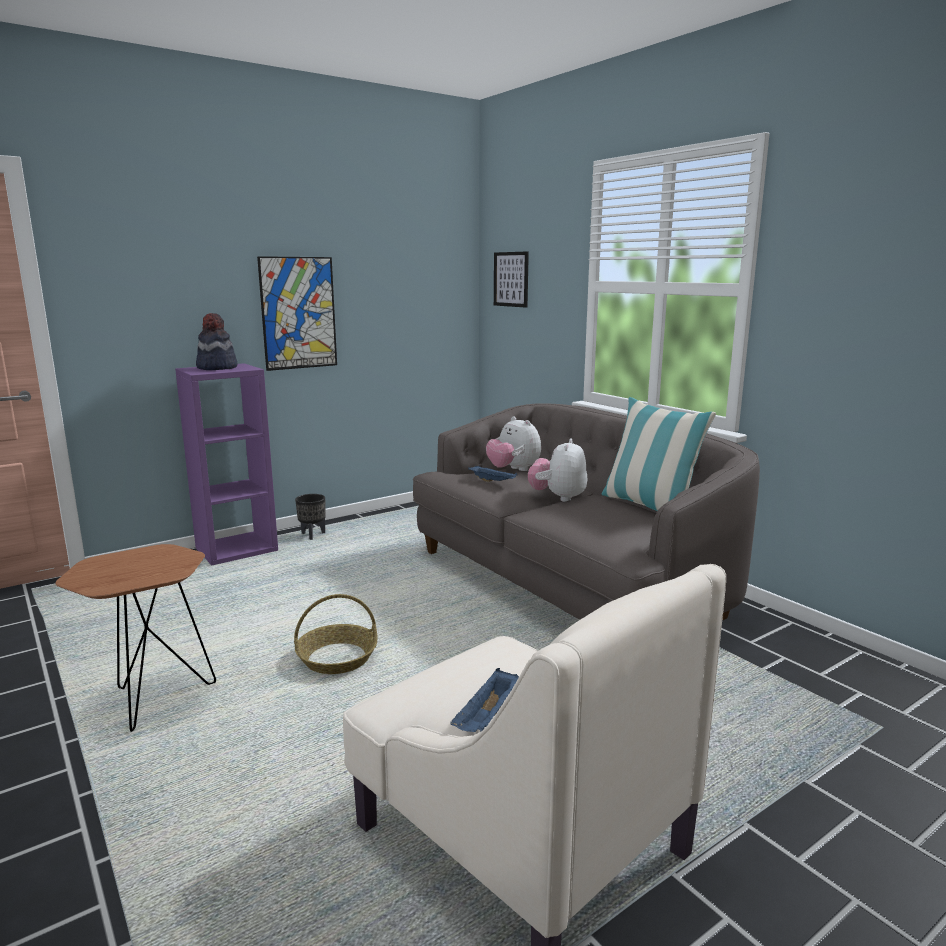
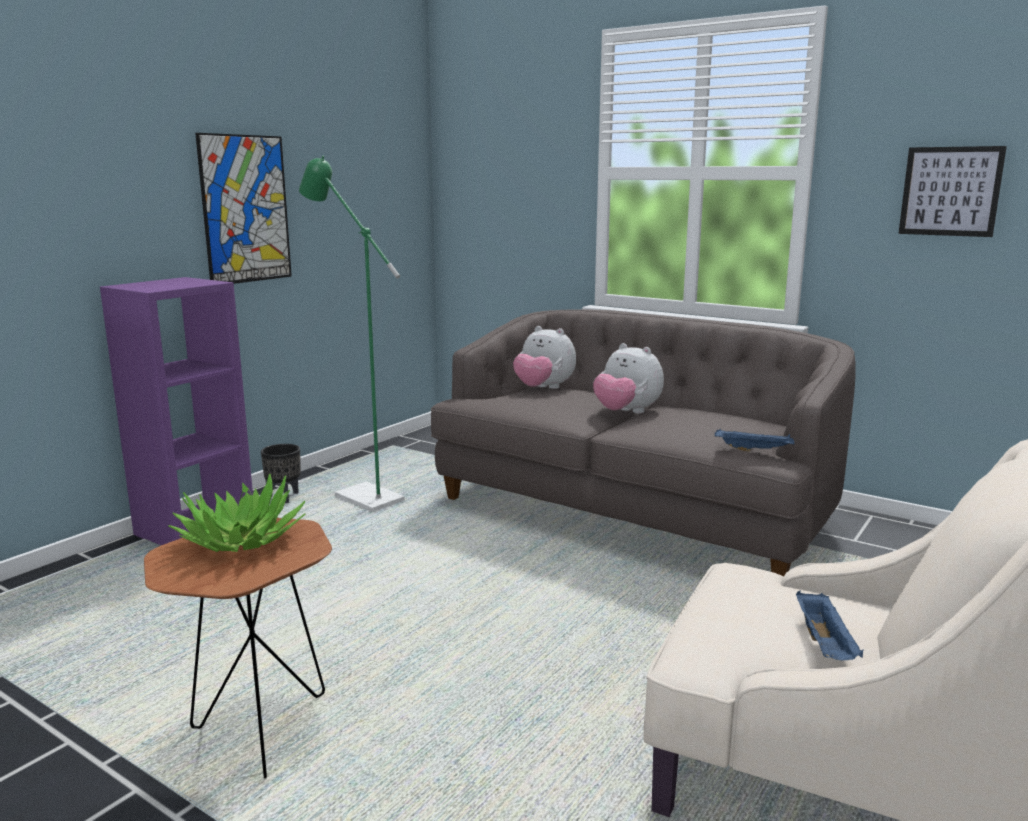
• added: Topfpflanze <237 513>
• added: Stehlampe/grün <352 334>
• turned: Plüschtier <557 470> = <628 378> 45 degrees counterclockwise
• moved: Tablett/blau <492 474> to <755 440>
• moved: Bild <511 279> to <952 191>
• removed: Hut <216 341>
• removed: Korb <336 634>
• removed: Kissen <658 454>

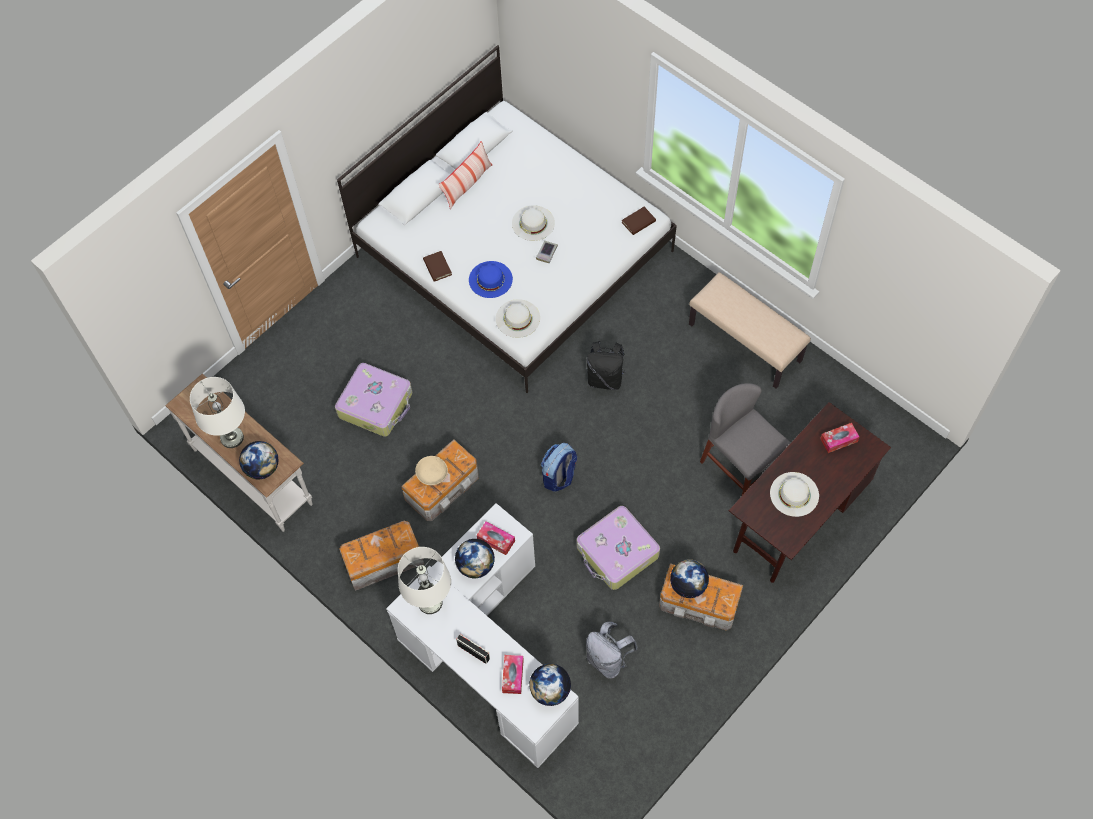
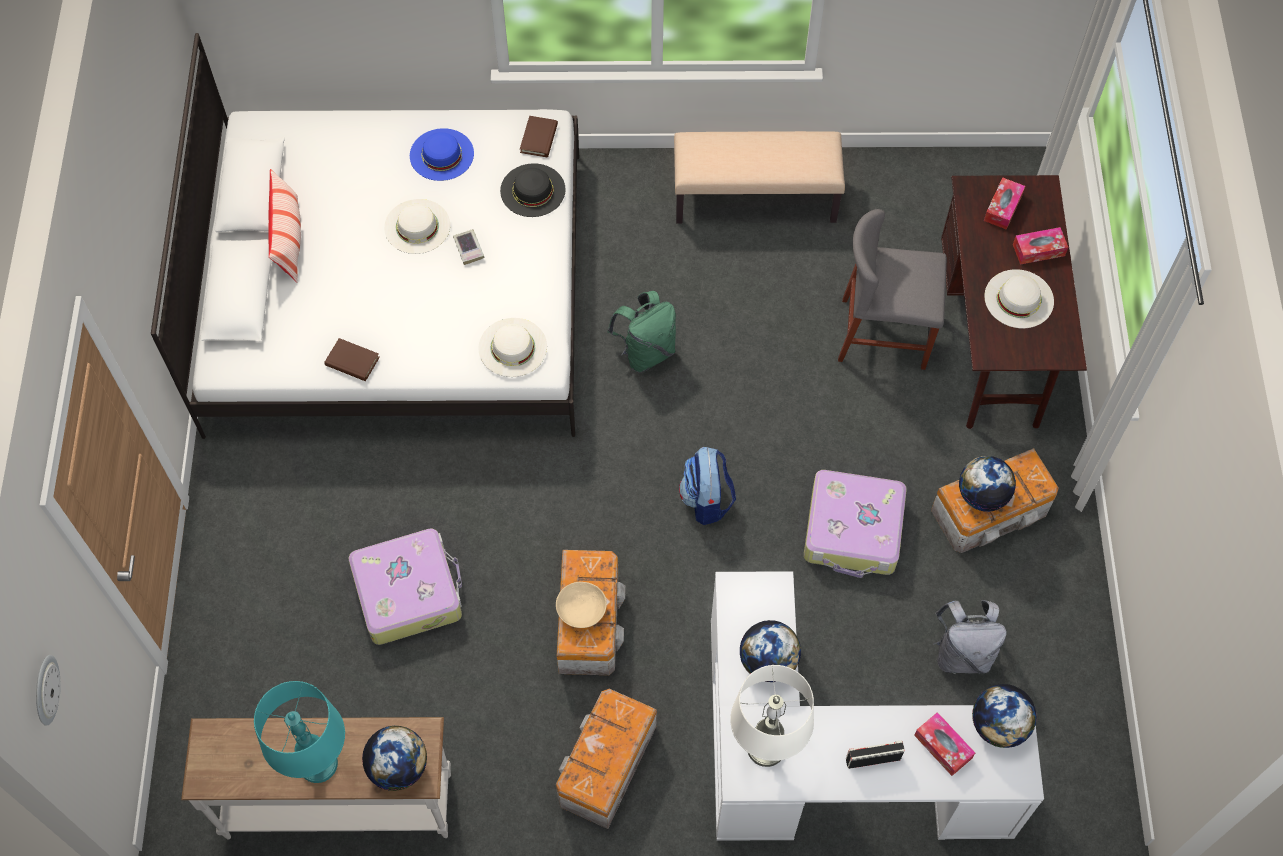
• added: Wanduhr <48 690>
• recoloured: Tischlampe/weiß <217 412> to Tischlampe/türkis <299 732>
• moved: Hut/blau <491 279> to <442 154>
• added: Hut/schwarz <533 190>
• recoloured: Rucksack/schwarz <606 365> to Rucksack/grün <641 332>
• moved: Taschentuchbox <496 538> to <1040 246>

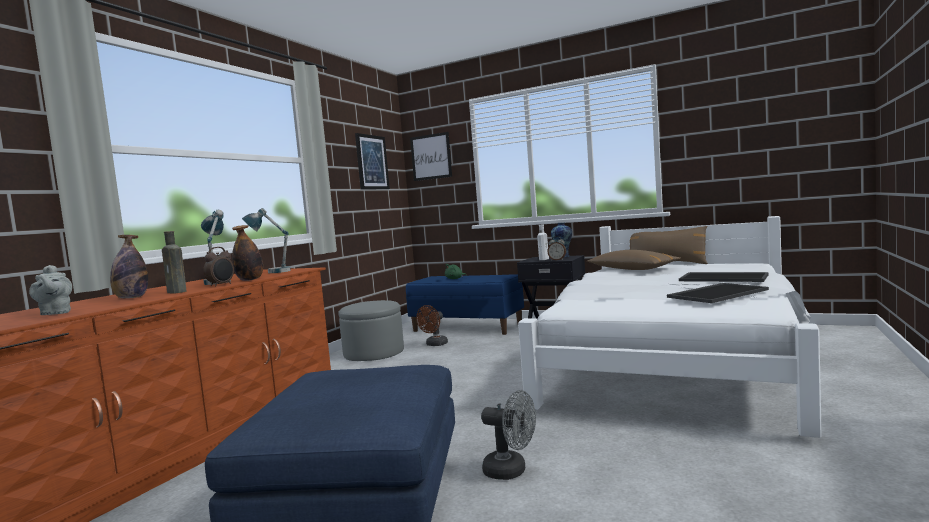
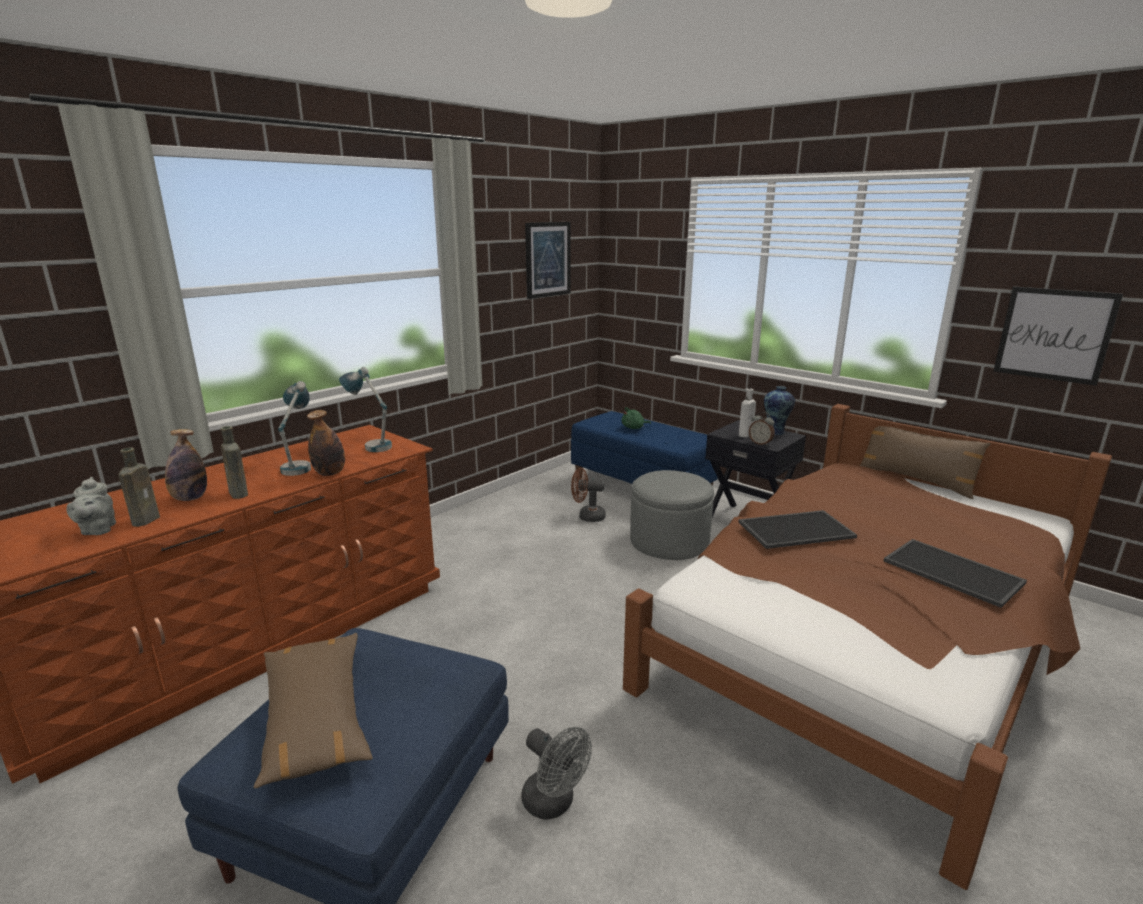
• added: Flasche/braun <139 487>
• moved: Kissen/braun <634 260> to <313 710>
• turned: Ventilator/braun <432 325> = <588 495> 45 degrees clockwise
• recoloured: Bett/weiß <670 327> to Bett/braun <867 647>
• moved: Polsterhocker/grau <371 330> to <672 515>
• moved: Tablett <718 293> to <798 529>
• moved: Bild <431 156> to <1058 336>
• removed: Wecker <218 267>

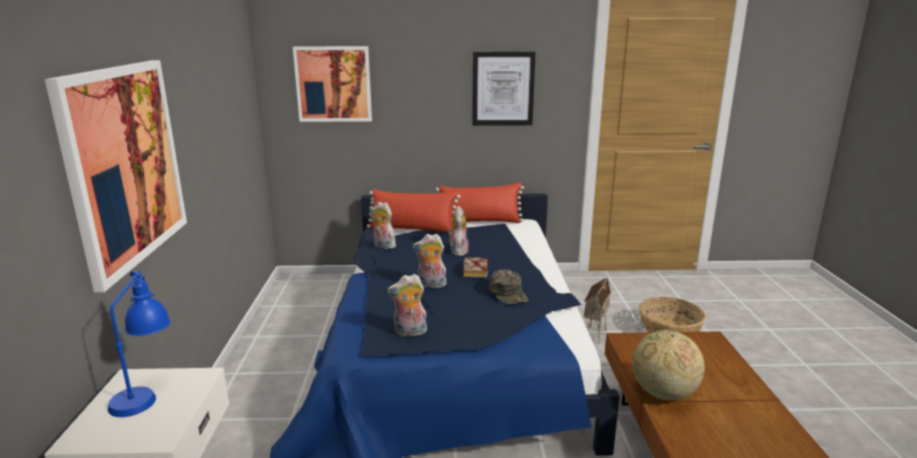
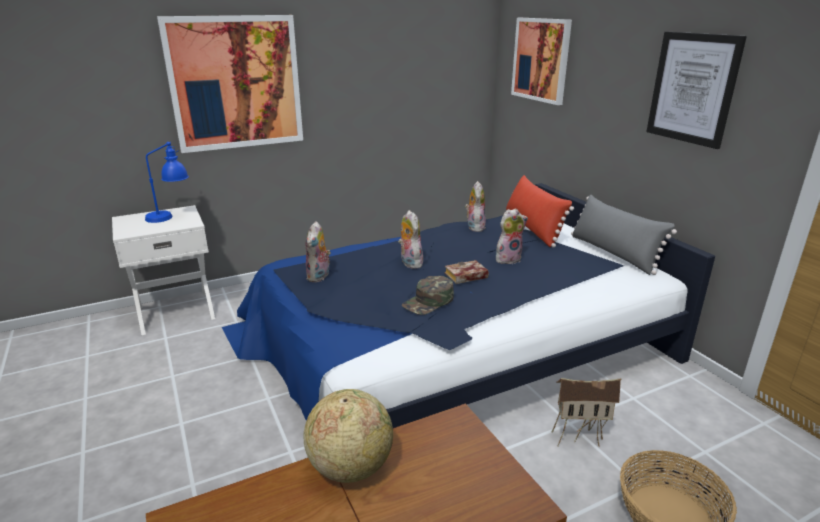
• turned: Plüschtier <407 306> = <318 251> 135 degrees counterclockwise
• recoloured: Kissen/rot <480 202> to Kissen/grau <624 234>

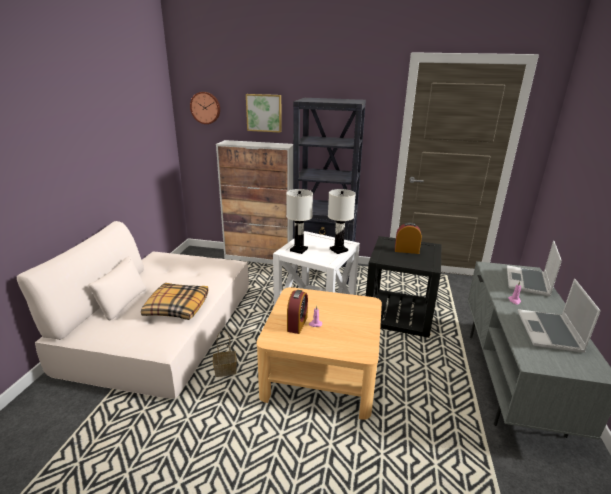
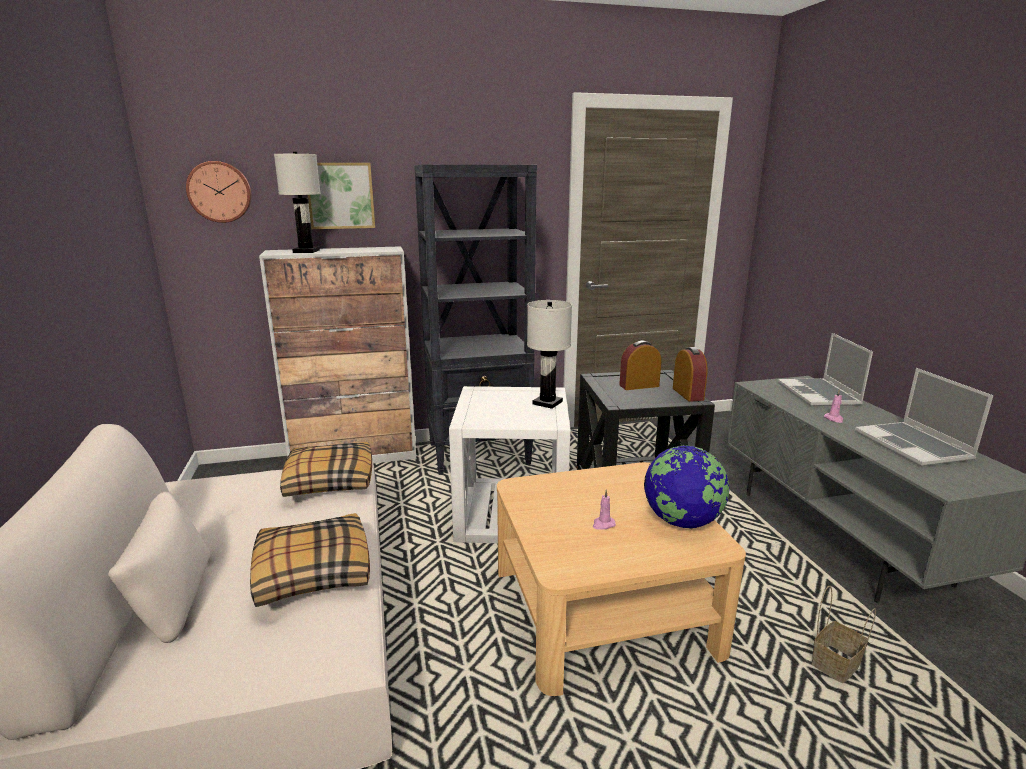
• moved: Tischlampe/weiß <299 221> to <297 202>
• added: Kissen <326 469>
• added: Globus <687 487>
• moved: Wecker <297 312> to <690 374>
• moved: Korb <225 353> to <843 634>

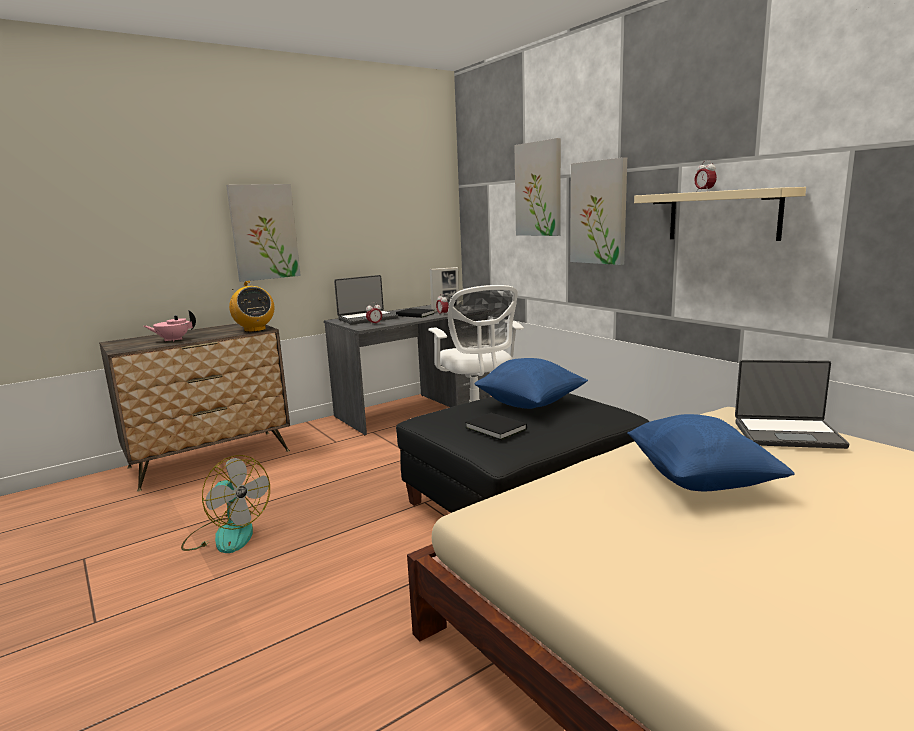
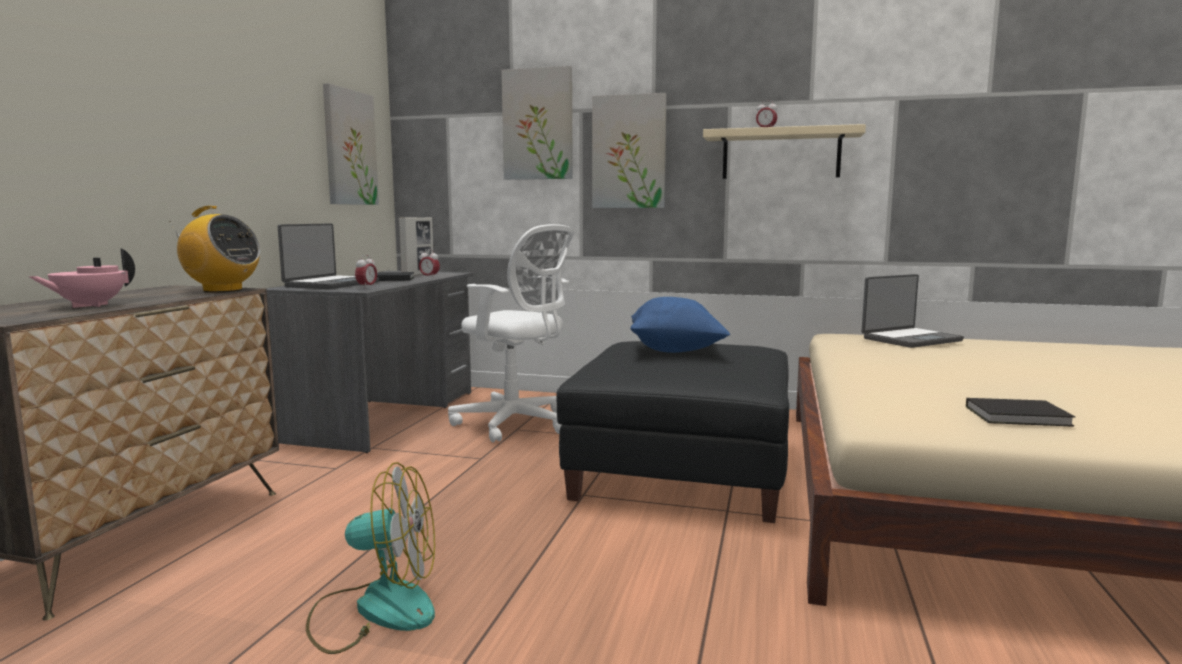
• moved: Bild <263 233> to <351 144>
• moved: Buch/schwarz <496 426> to <1020 412>
• removed: Kissen/blau <711 452>

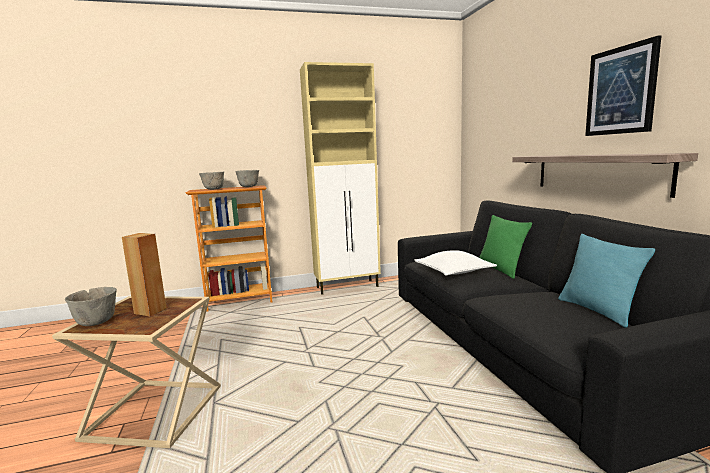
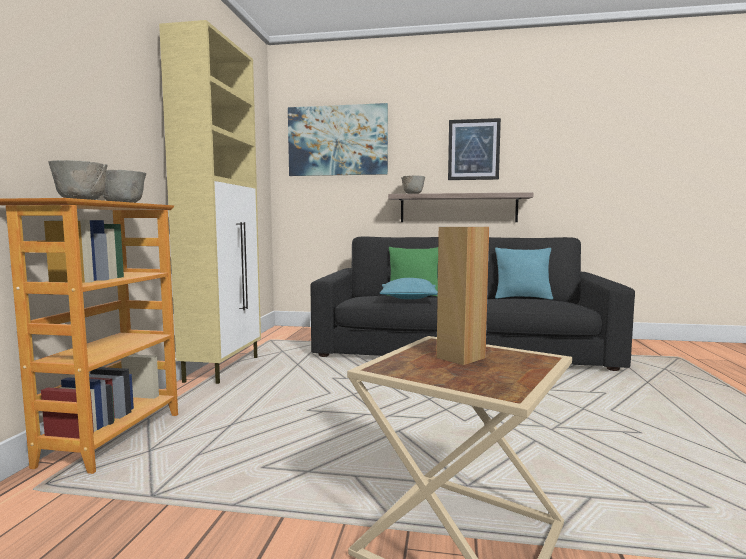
• added: Bild <338 139>
• recoloured: Kissen/weiß <456 263> to Kissen/türkis <409 288>
• moved: Schüssel/grau <91 306> to <413 184>

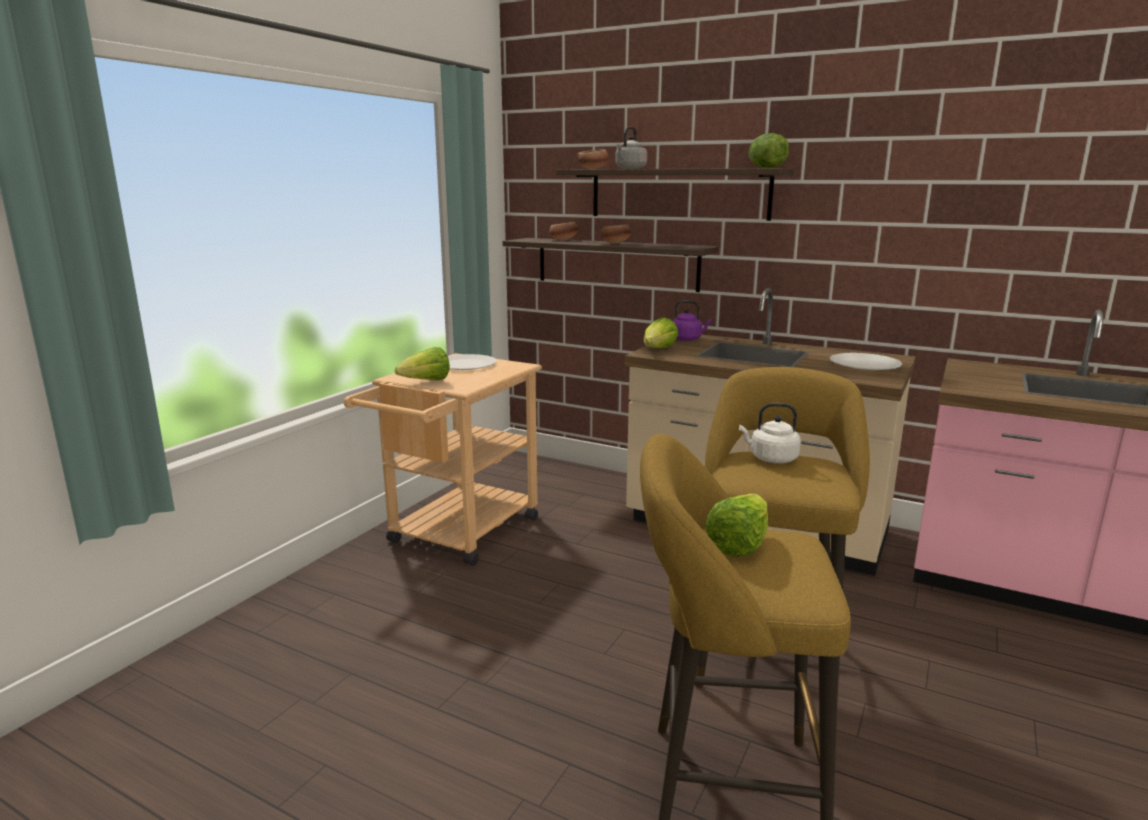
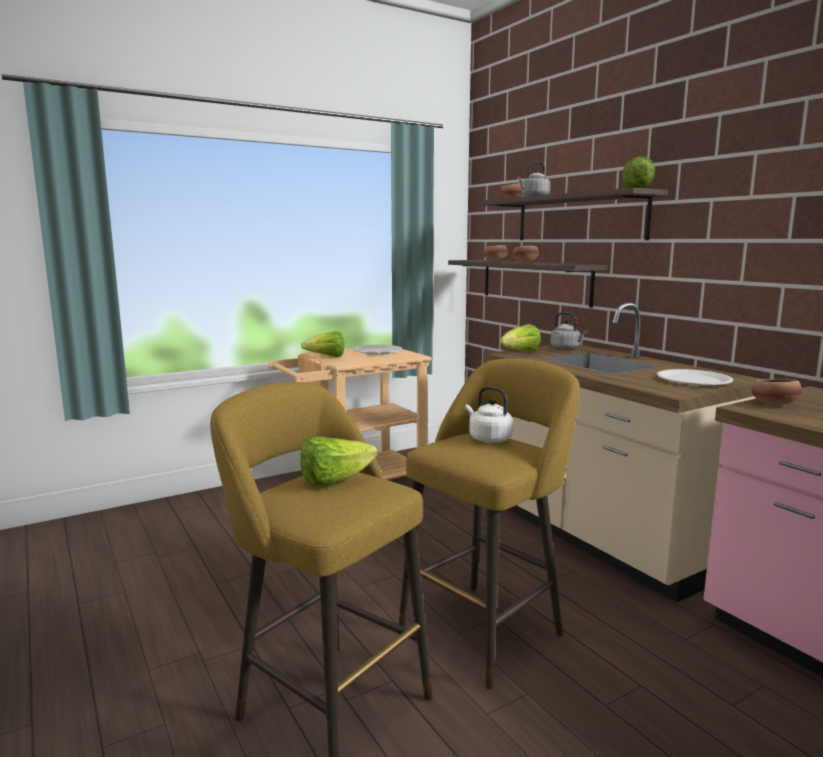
• recoloured: Wasserkessel/lila <692 320> to Wasserkessel/grau <569 330>
• added: Schüssel <777 391>

